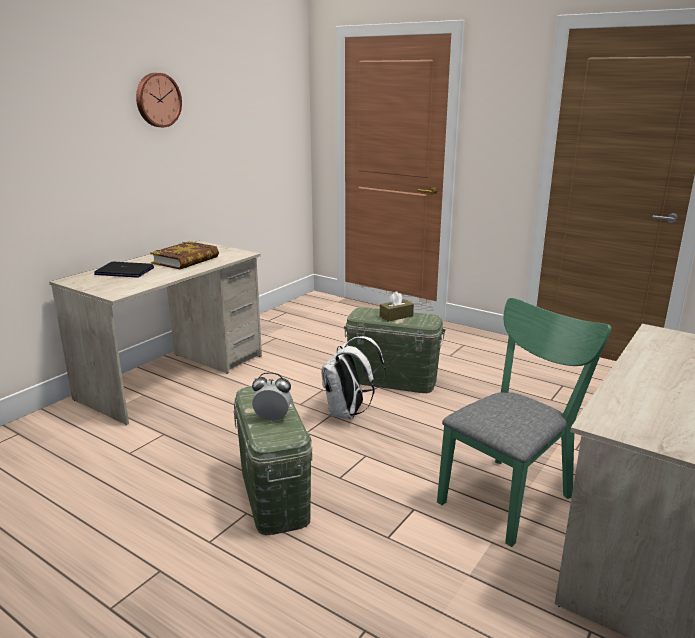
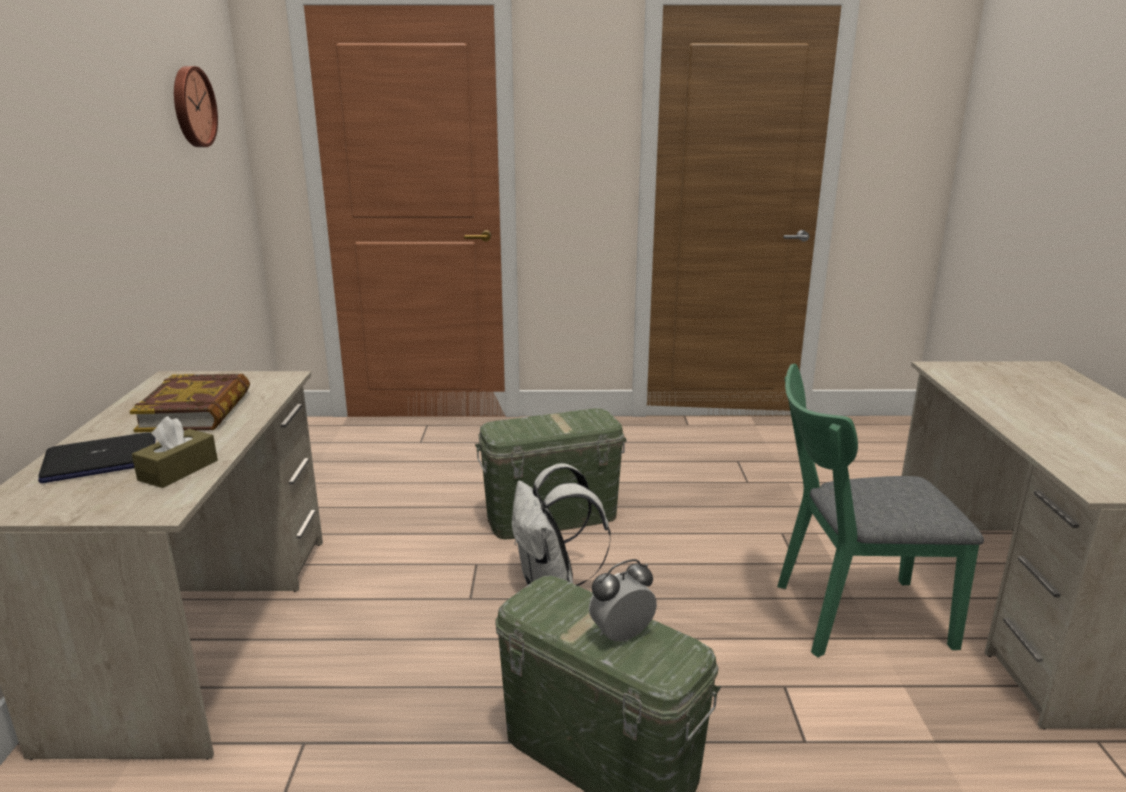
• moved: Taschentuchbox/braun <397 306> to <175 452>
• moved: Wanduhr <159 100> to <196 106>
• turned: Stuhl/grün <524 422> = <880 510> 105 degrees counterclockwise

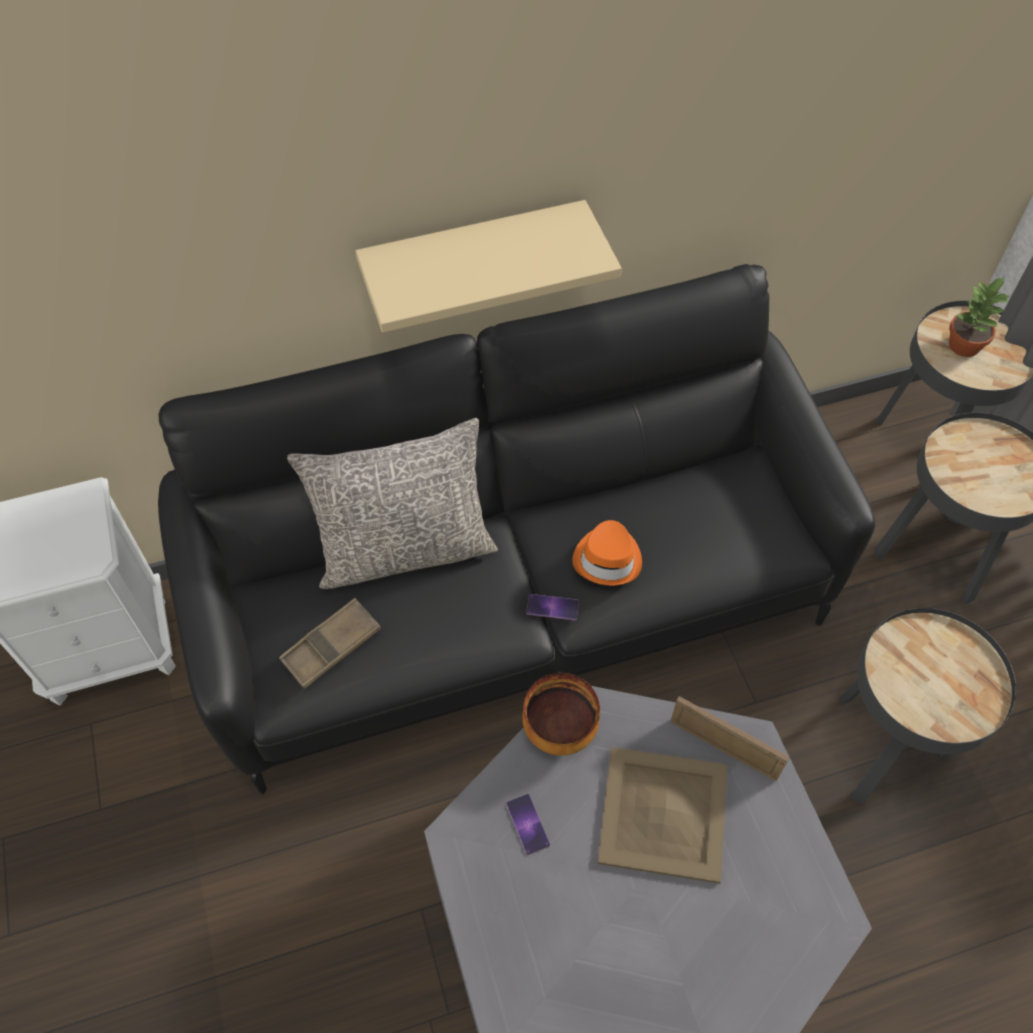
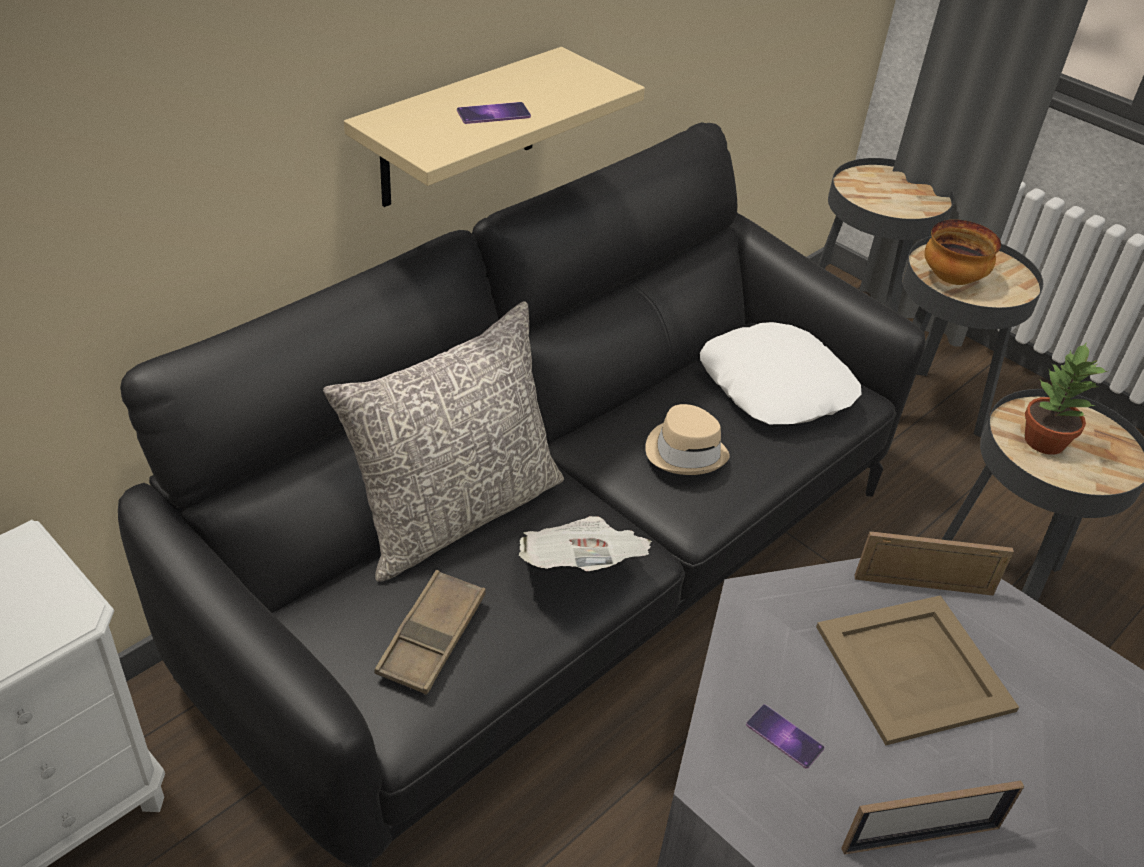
• moved: Handy <552 607> to <494 113>
• added: Zeitung <585 543>
• recoloured: Hut/orange <607 553> to Hut/beige <687 439>
• added: Kissen/weiß <780 373>
• added: Bilderrahmen <933 817>
• moved: Schüssel <561 714> to <962 252>
• moved: Topfpflanze <979 317> to <1066 399>

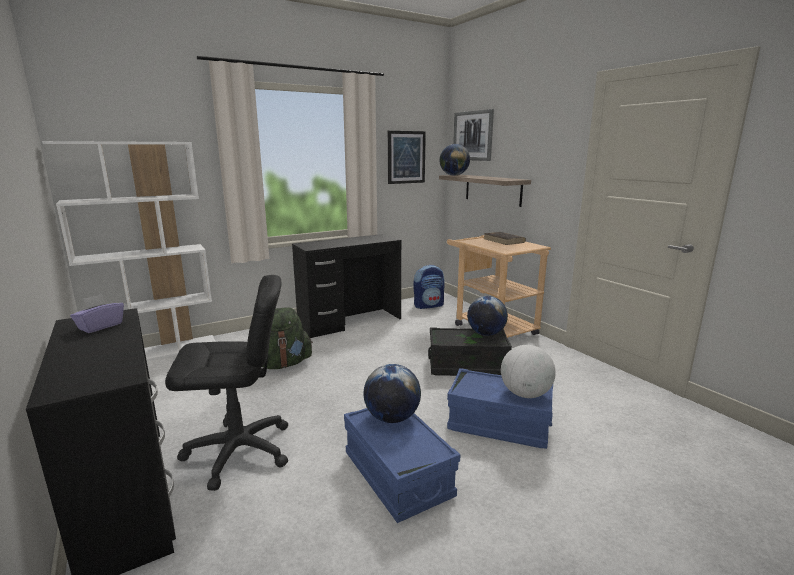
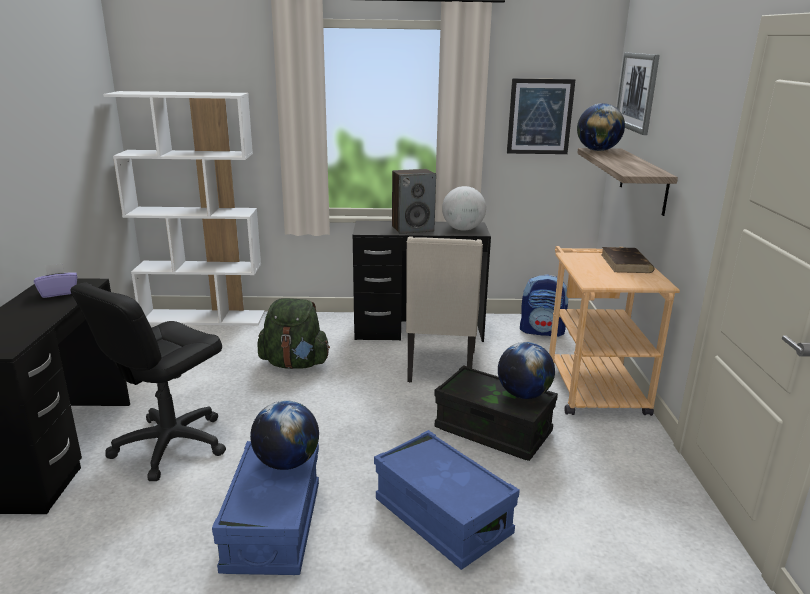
• turned: Bürostuhl/schwarz <226 383> = <148 381> 105 degrees clockwise
• added: Lautsprecher <414 201>
• added: Stuhl/beige <444 309>
• moved: Globus <528 371> to <464 208>

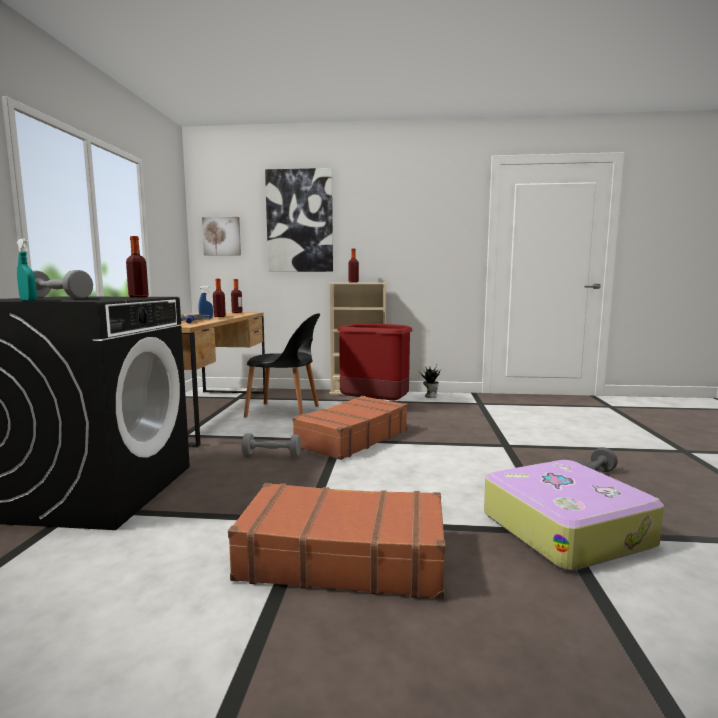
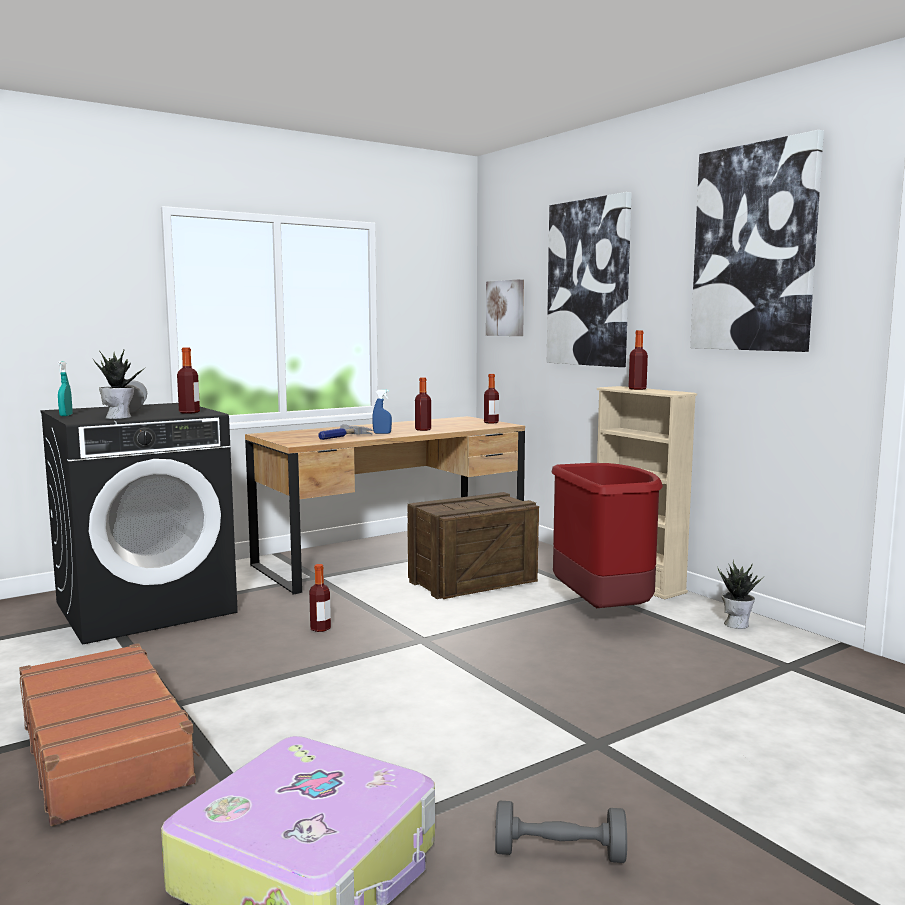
• added: Topfpflanze <119 384>
• replaced: Hantel/grau <271 445> to Flasche <320 598>
• replaced: Stuhl/schwarz <282 365> to Kiste <473 545>
• added: Bild <757 241>
• removed: Koffer/braun <349 428>

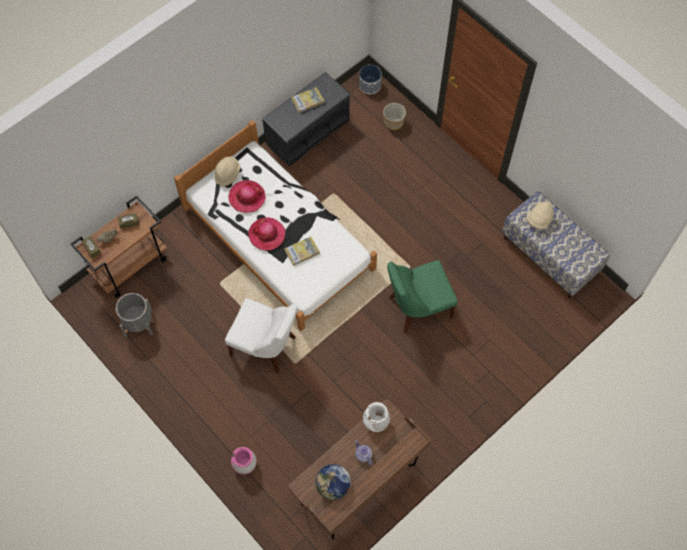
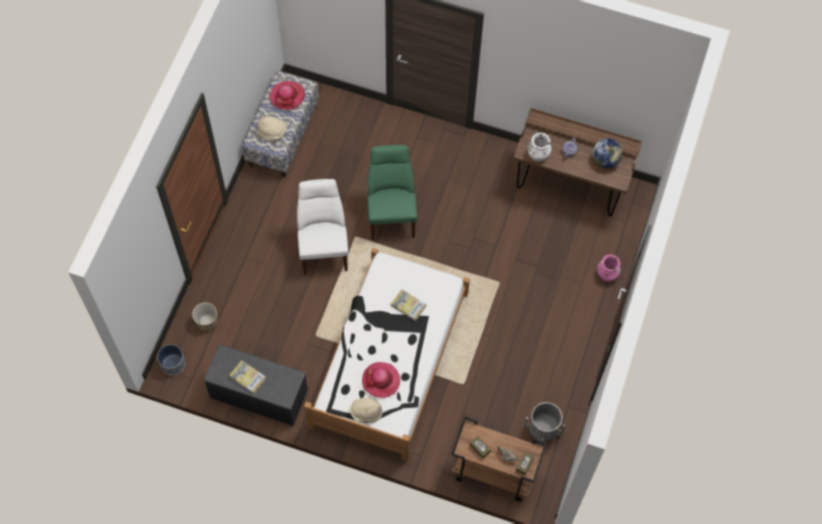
• moved: Hut <266 234> to <287 95>
• moved: Stuhl/weiß <261 336> to <323 227>
• turned: Stuhl/grün <422 296> = <392 192> 135 degrees counterclockwise

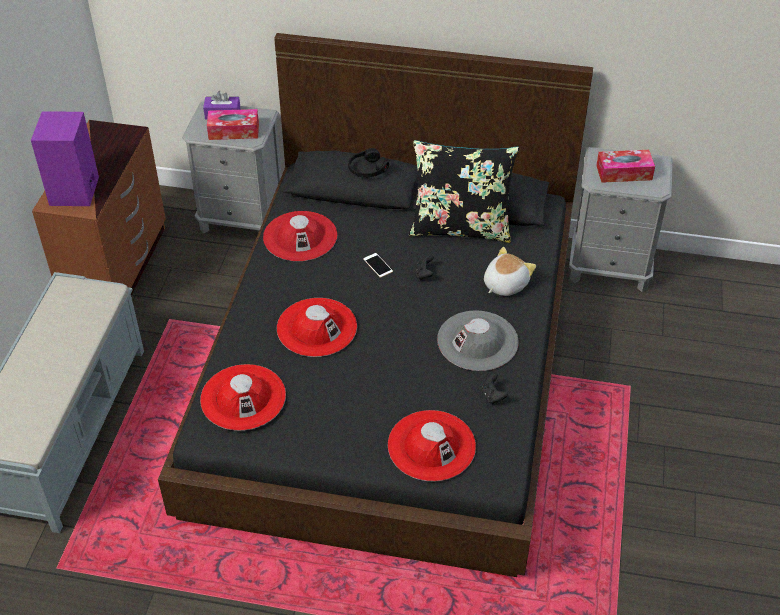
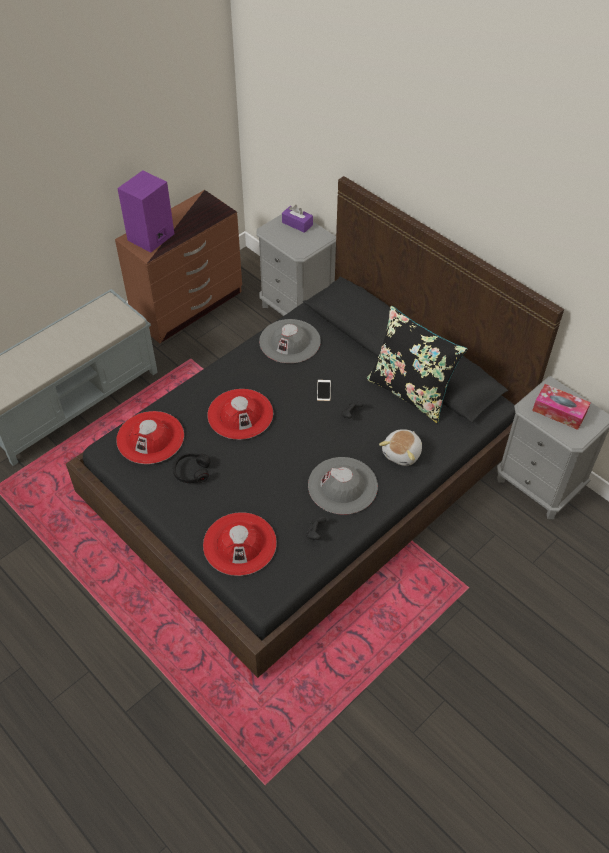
• moved: Kopfhörer/schwarz <368 163> to <191 468>
• recoloured: Hut/rot <300 236> to Hut/grau <290 341>
• turned: Plüschtier <510 271> = <400 447> 135 degrees clockwise
• removed: Taschentuchbox <233 124>

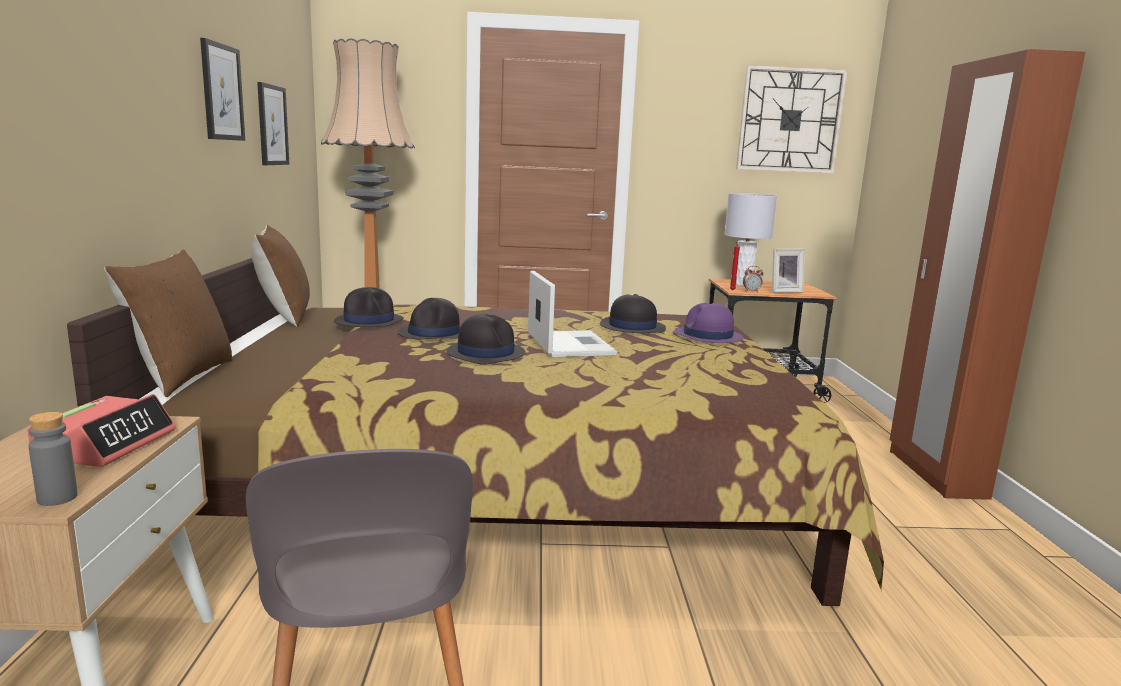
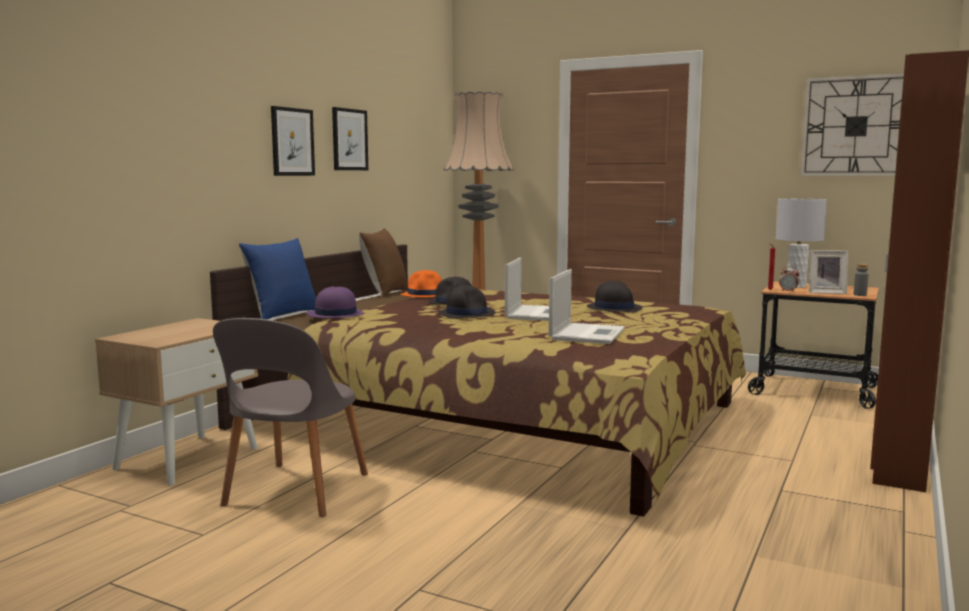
• recoloured: Kissen/braun <168 323> to Kissen/blau <277 278>
• moved: Bild <273 123> to <293 141>
• moved: Hut/lila <708 323> to <336 302>
• recoloured: Hut/schwarz <369 307> to Hut/orange <421 283>
• added: Laptop <587 306>
• moved: Flasche/grau <53 459> to <860 280>
• removed: Wecker <101 430>

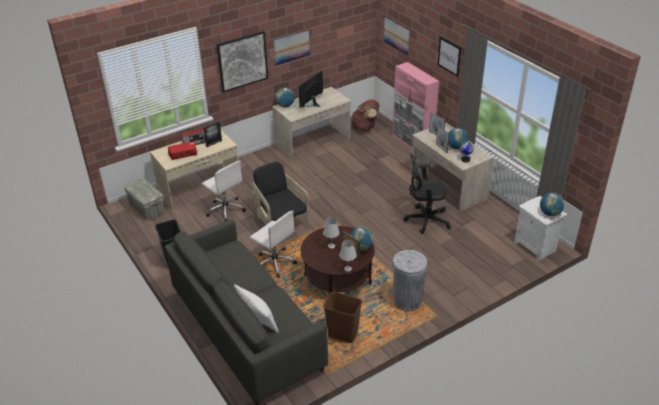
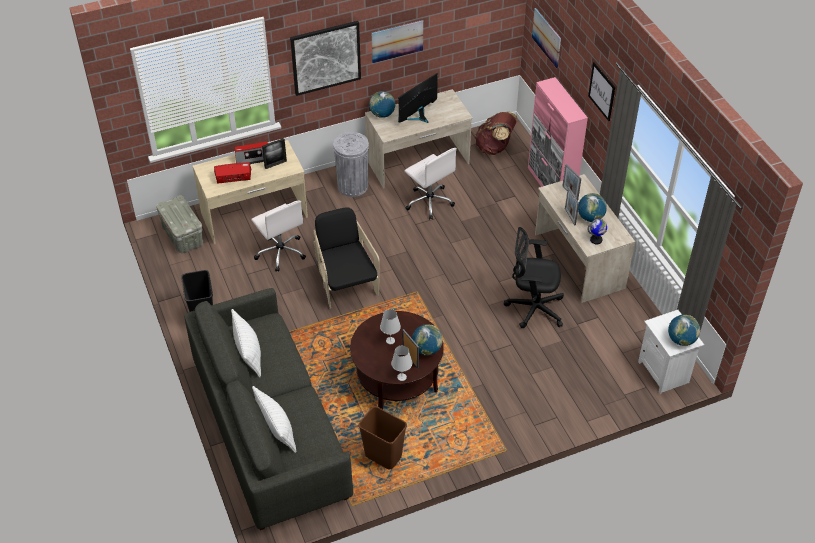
• added: Kissen/weiß <246 343>
• moved: Mülleimer/grau <409 280> to <351 164>
• moved: Bürostuhl/weiß <273 244> to <430 184>

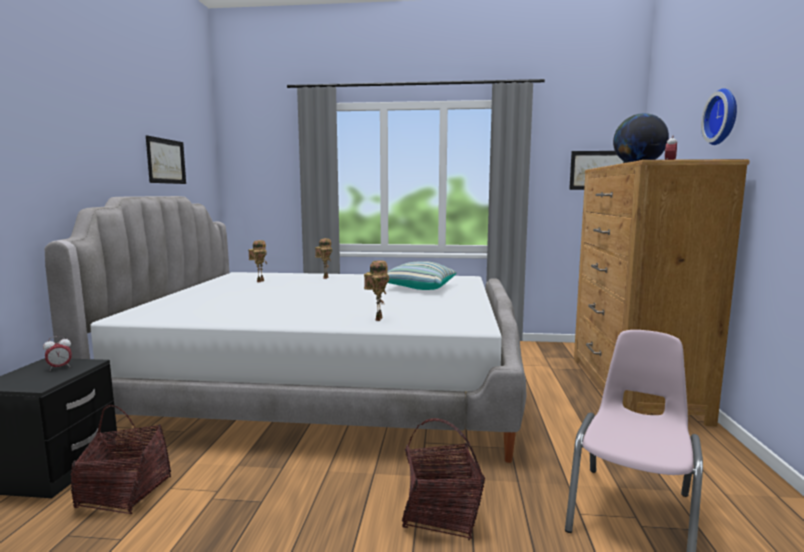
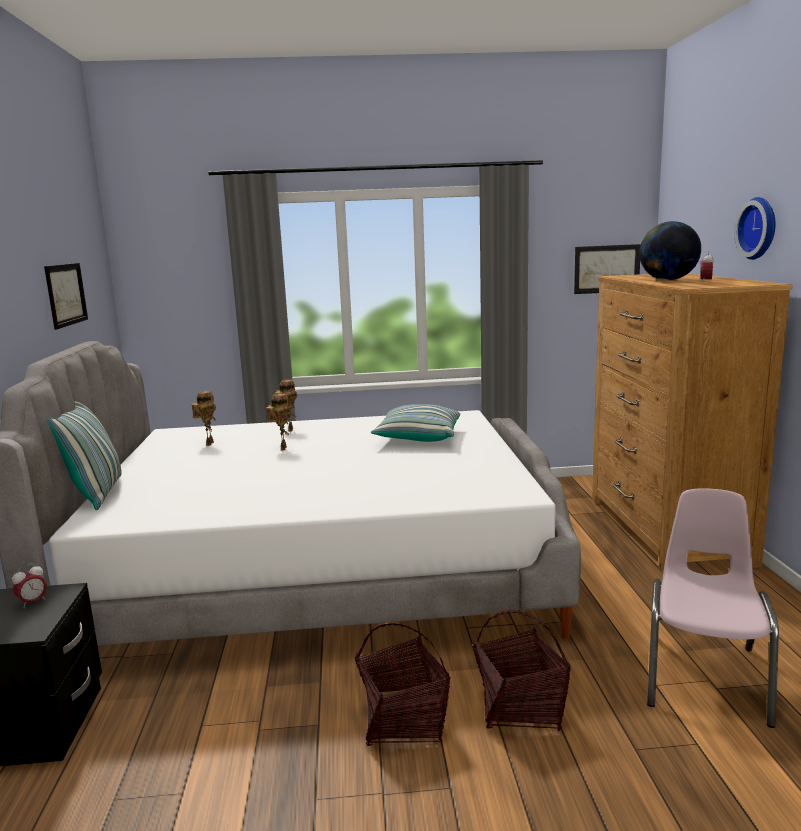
• added: Kissen <84 455>
• moved: Spielzeugroboter <376 290> to <278 421>
• moved: Korb <121 459> to <402 684>

